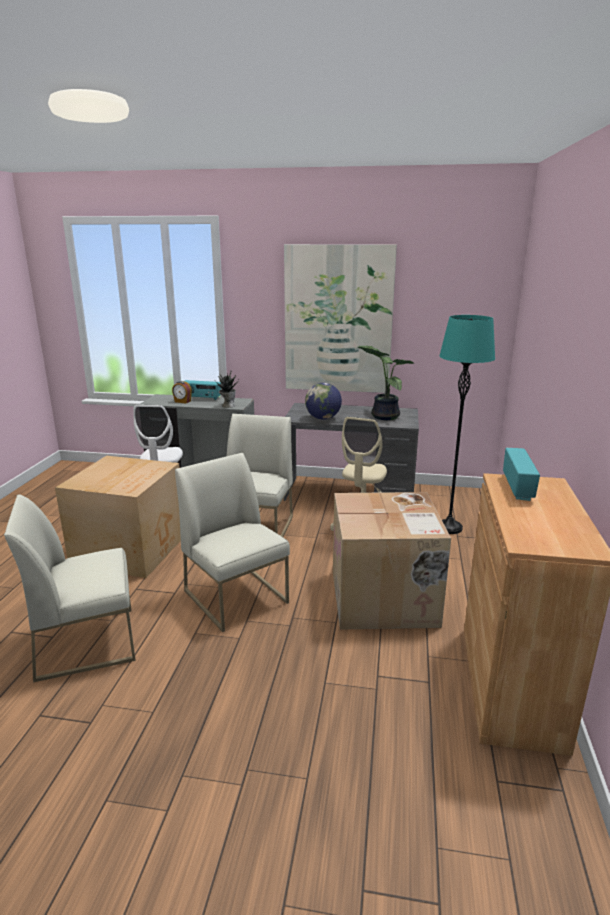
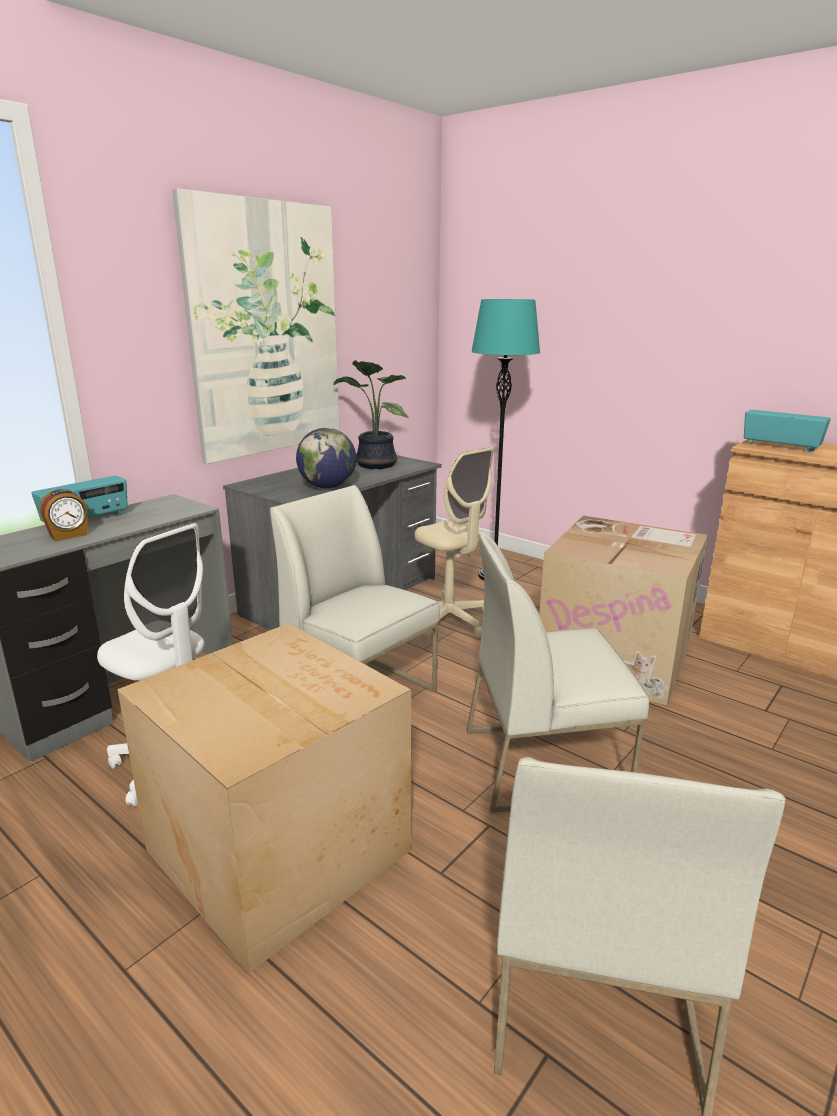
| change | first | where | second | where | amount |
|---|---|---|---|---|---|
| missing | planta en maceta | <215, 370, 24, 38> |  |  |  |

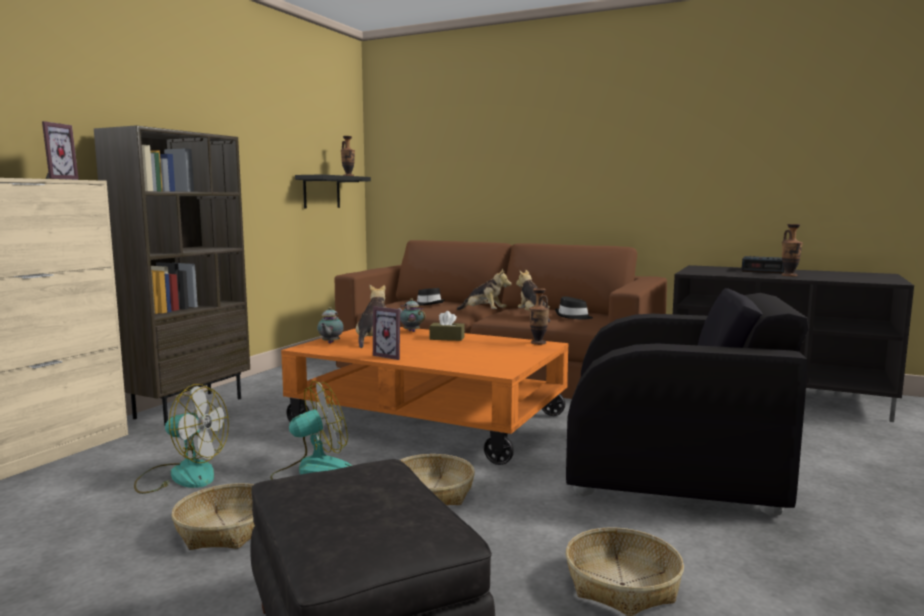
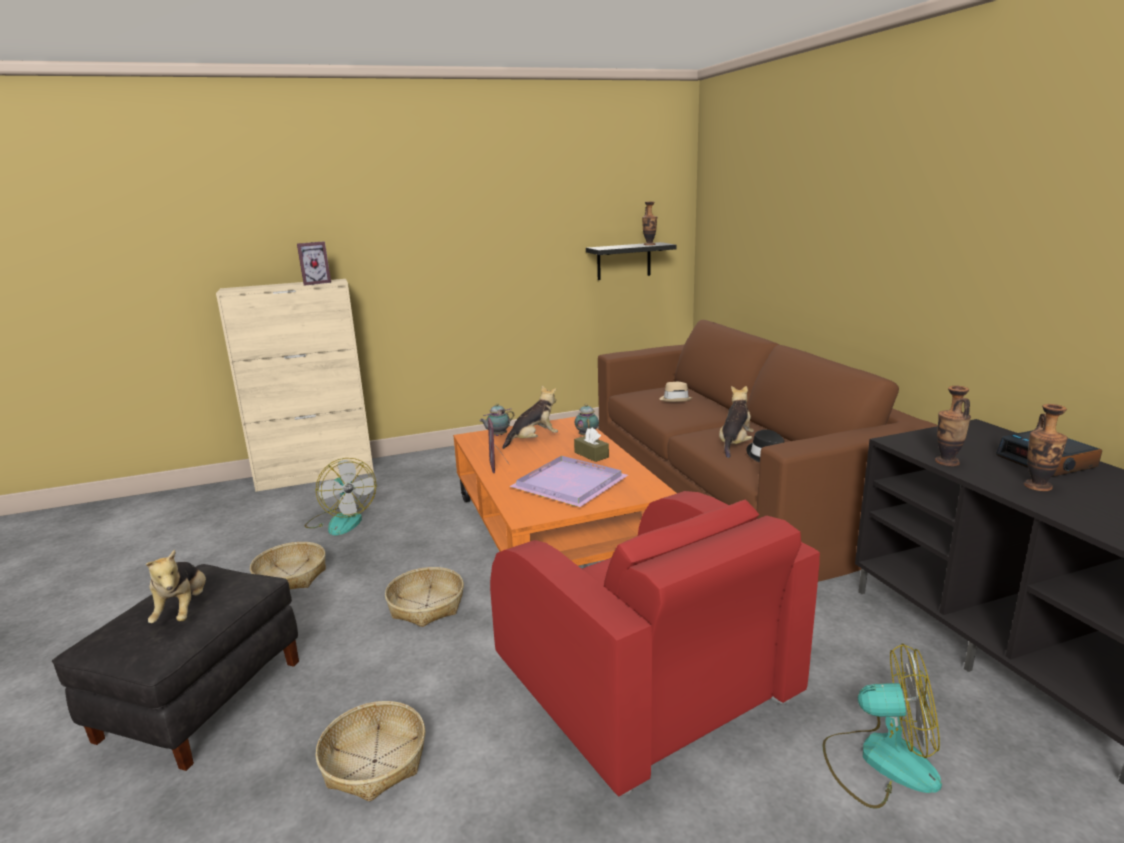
| change | first | where | second | where | amount |
|---|---|---|---|---|---|
| missing | estantería/marrón | <94, 126, 156, 300> |  |  |  |
| appeared |  |  | bandeja/morado | <509, 456, 119, 51> |  |
| relocated | ventilador | <270, 381, 82, 99> |  | <822, 643, 120, 166> |  |
| relocated | peluche | <457, 268, 54, 42> |  | <146, 550, 60, 73> |  |
| relocated | florero | <529, 288, 20, 57> |  | <935, 386, 36, 80> |  |
| colour | sombrero/negro | <417, 288, 27, 18> | sombrero/beis | <660, 382, 32, 20> |  |
| colour | sillón/negro | <566, 288, 243, 229> | sillón/rojo | <490, 491, 330, 306> |  |

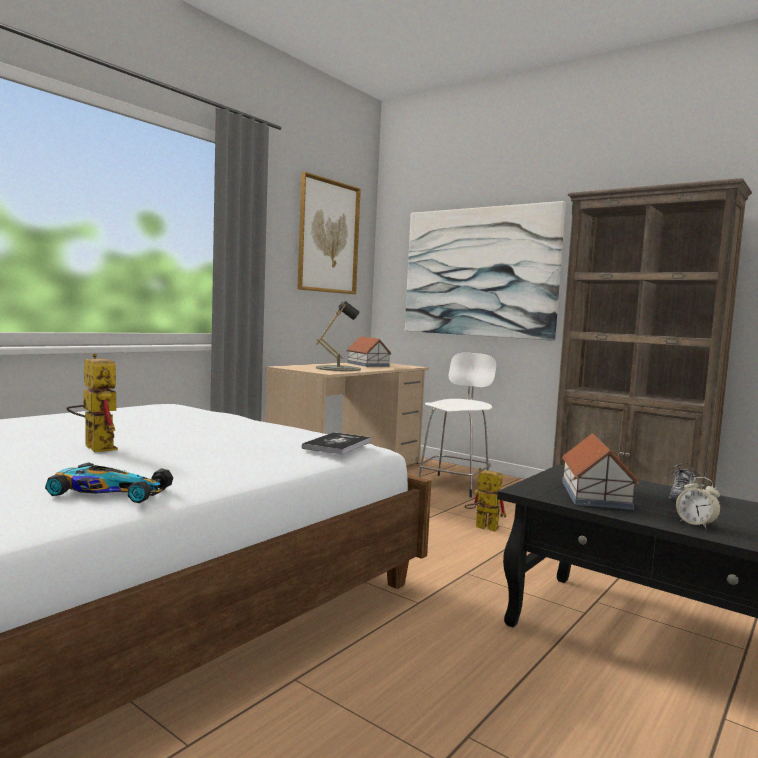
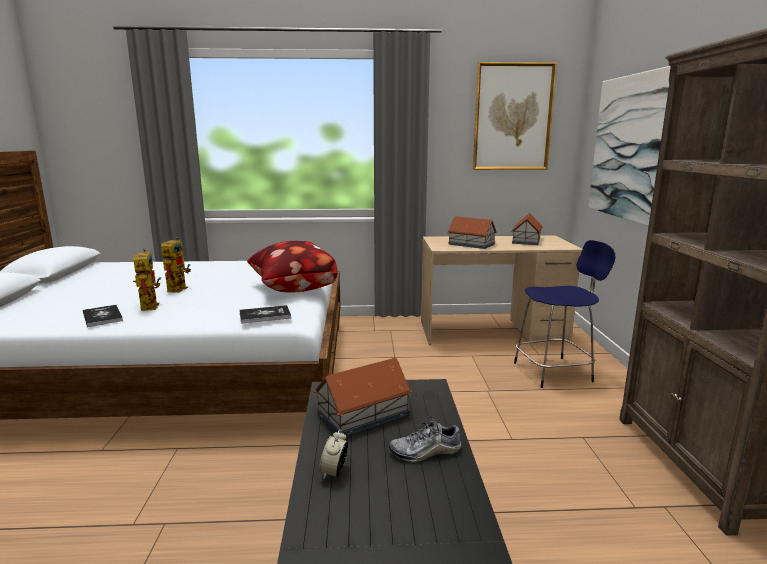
| change | first | where | second | where | amount |
|---|---|---|---|---|---|
| appeared |  |  | cojín | <247, 241, 91, 52> |  |
| relocated | robot de juguete | <465, 468, 41, 64> |  | <133, 249, 28, 62> |  |
| exchanged | coche de juguete | <45, 462, 128, 41> | libro | <83, 305, 40, 22> |  |
| exchanged | lámpara de mesa/gris | <316, 301, 45, 70> | casita | <448, 216, 49, 33> |  |
| colour | taburete/blanco | <419, 353, 77, 145> | taburete/azul | <514, 240, 101, 148> |  |

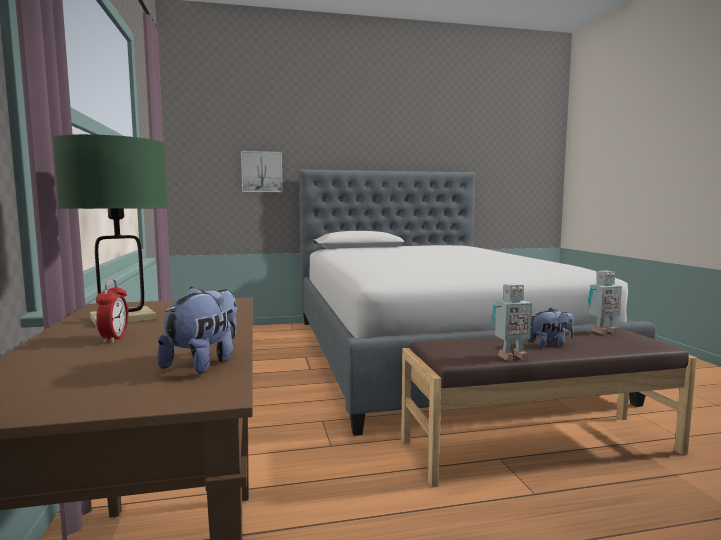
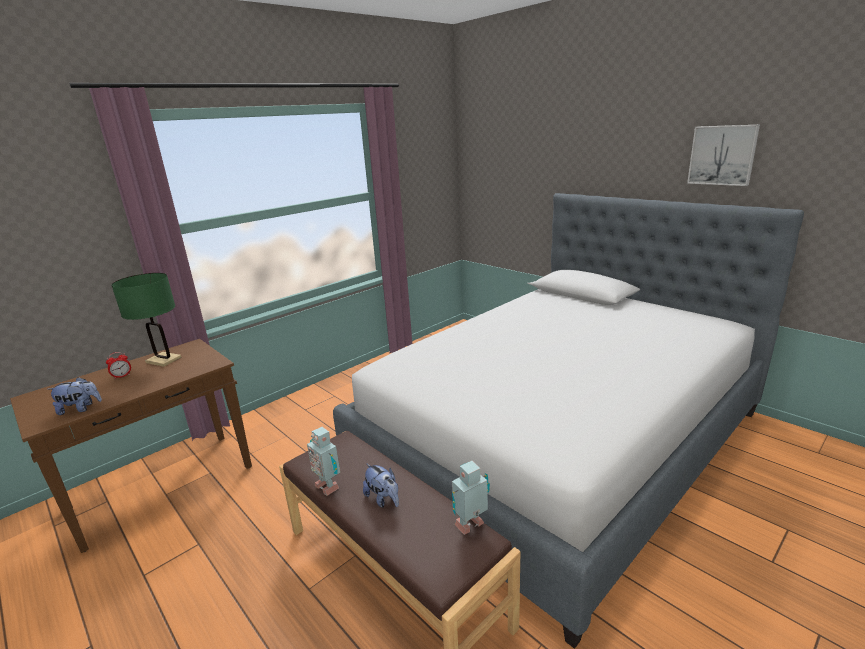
| change | first | where | second | where | amount |
|---|---|---|---|---|---|
| relocated | cuadro | <241, 151, 42, 41> |  | <687, 125, 73, 61> |  |
| spun | robot de juguete | <588, 271, 34, 63> |  | <452, 461, 38, 74> | 105 degrees clockwise |

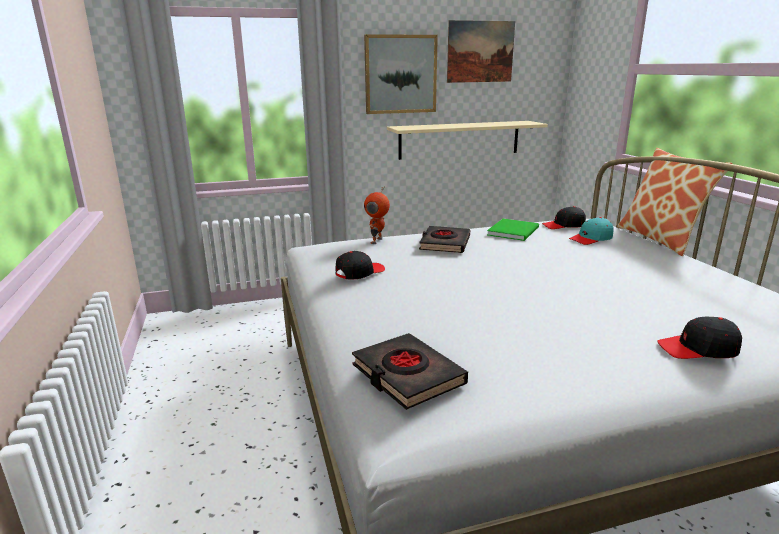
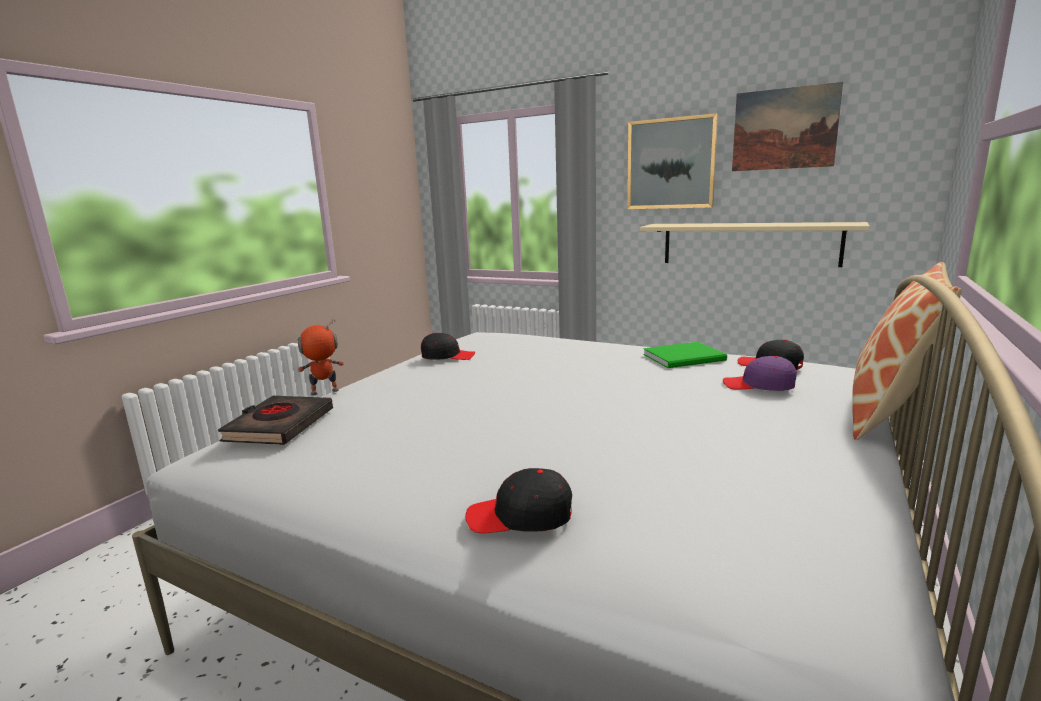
| change | first | where | second | where | amount |
|---|---|---|---|---|---|
| missing | libro/negro | <419, 226, 51, 27> |  |  |  |
| relocated | robot de juguete | <364, 186, 26, 58> |  | <298, 319, 46, 77> |  |
| colour | gorra/turquesa | <569, 217, 45, 28> | gorra/morado | <723, 356, 74, 35> |  |
| spun | gorra/negro | <658, 317, 84, 42> |  | <466, 468, 106, 65> | 45 degrees counterclockwise |

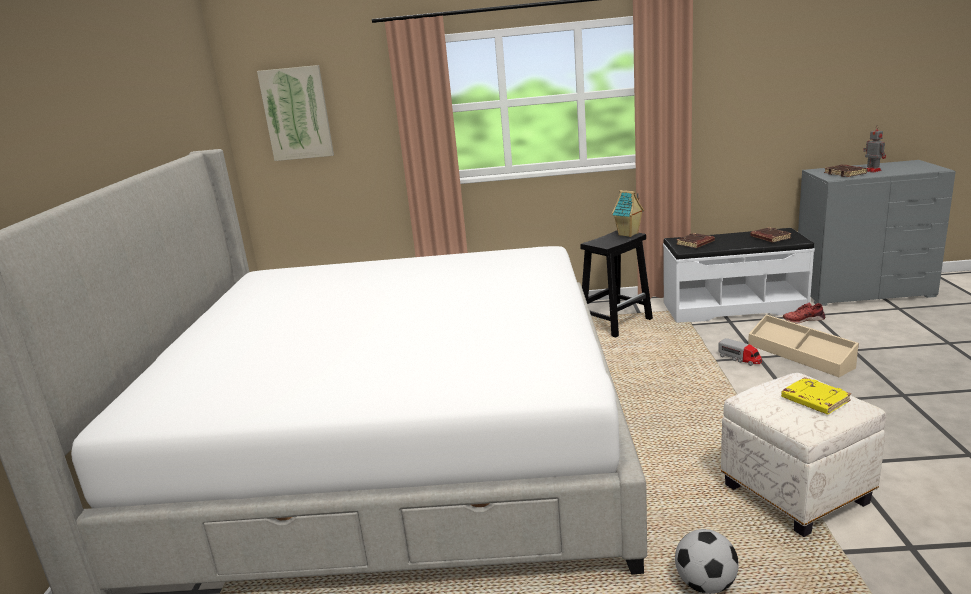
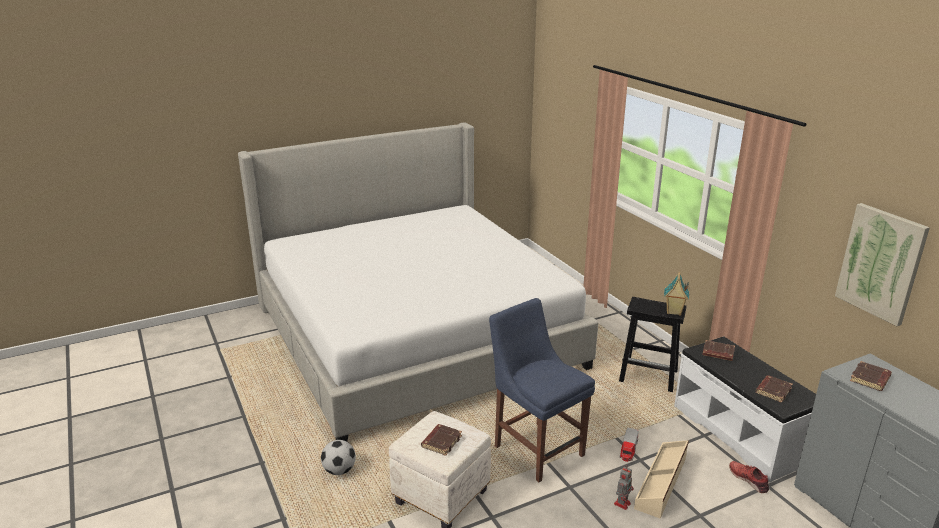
| change | first | where | second | where | amount |
|---|---|---|---|---|---|
| appeared |  |  | silla/azul | <489, 298, 106, 184> |  |
| relocated | cuadro | <257, 65, 77, 96> |  | <835, 203, 95, 123> |  |
| relocated | robot de juguete | <863, 125, 23, 48> |  | <614, 466, 20, 44> |  |
| colour | libro/amarillo | <781, 377, 70, 37> | libro/marrón | <421, 424, 41, 32> |  |

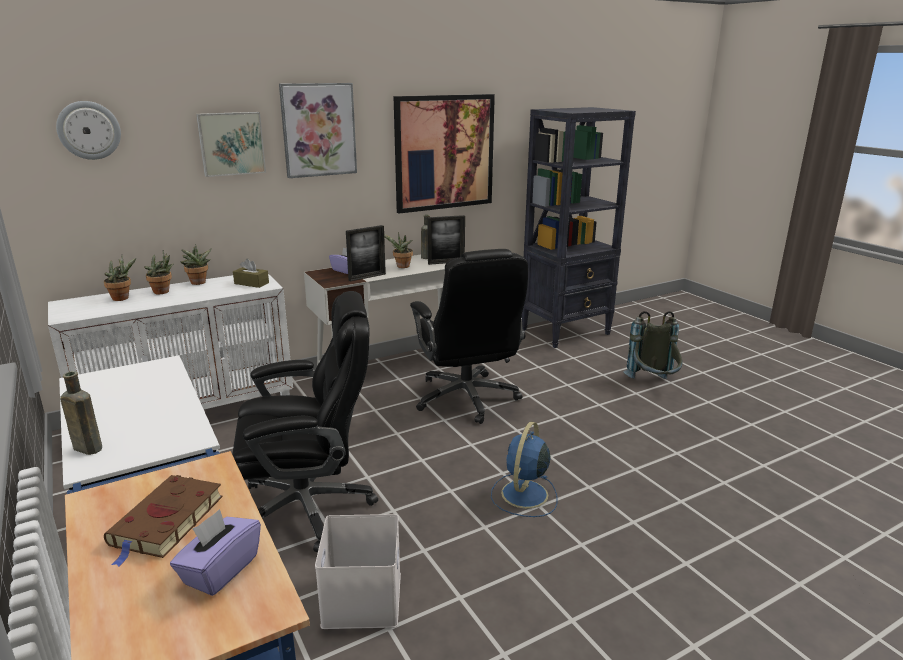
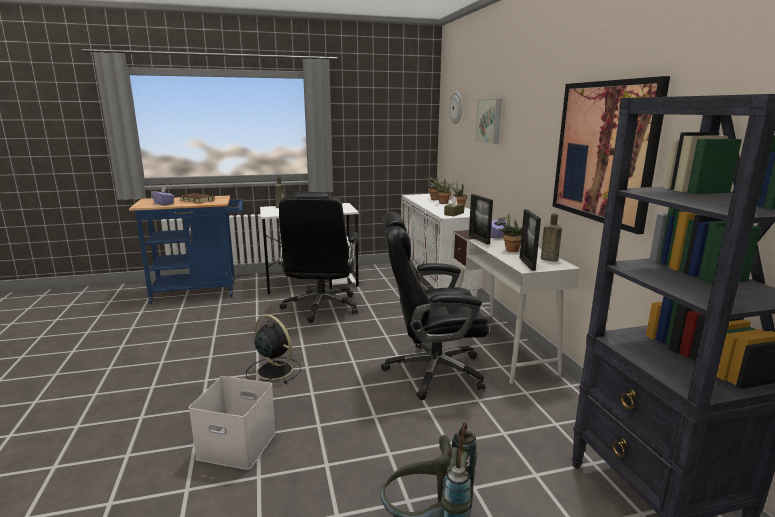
| change | first | where | second | where | amount |
|---|---|---|---|---|---|
| missing | cuadro | <279, 83, 78, 95> |  |  |  |
| relocated | caja de almacenaje/blanco | <315, 514, 86, 115> |  | <189, 376, 87, 94> |  |
| colour | ventilador/azul | <491, 422, 66, 95> | ventilador/negro | <246, 314, 55, 70> |  |

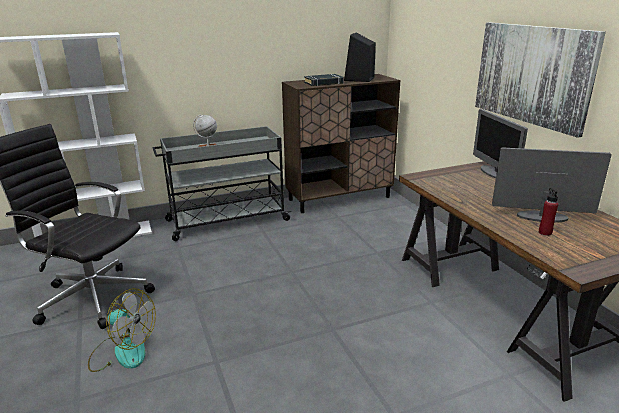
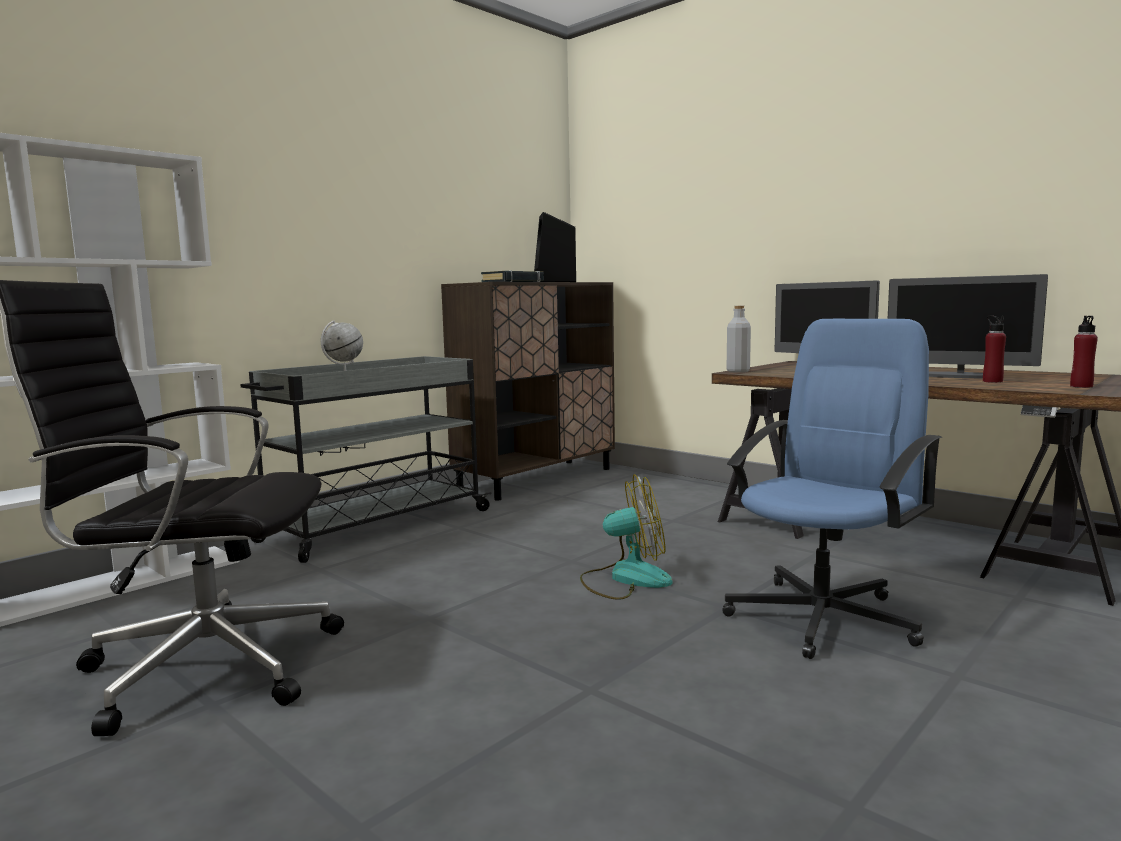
| change | first | where | second | where | amount |
|---|---|---|---|---|---|
| missing | cuadro | <475, 22, 131, 116> |  |  |  |
| appeared |  |  | silla de oficina/azul | <722, 319, 220, 340> |  |
| appeared |  |  | botella/gris | <727, 306, 24, 67> |  |
| appeared |  |  | botella/rojo | <1070, 316, 28, 72> |  |
| relocated | ventilador | <88, 289, 68, 83> |  | <580, 474, 92, 126> |  |
| spun | monitor | <492, 147, 120, 76> |  | <888, 274, 160, 104> | 135 degrees counterclockwise |

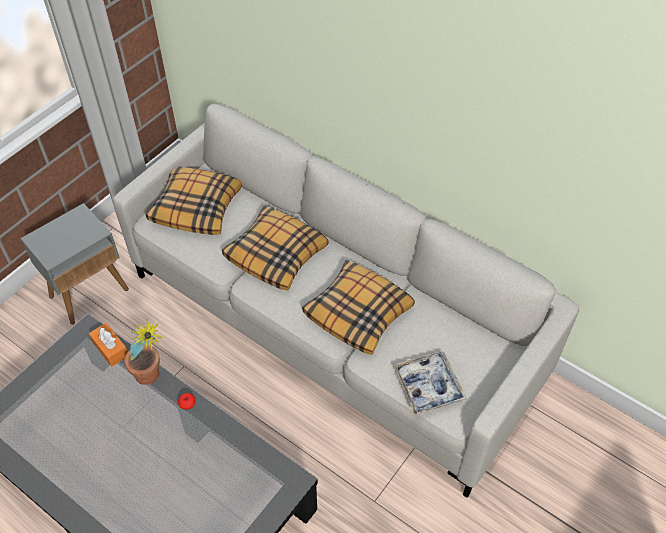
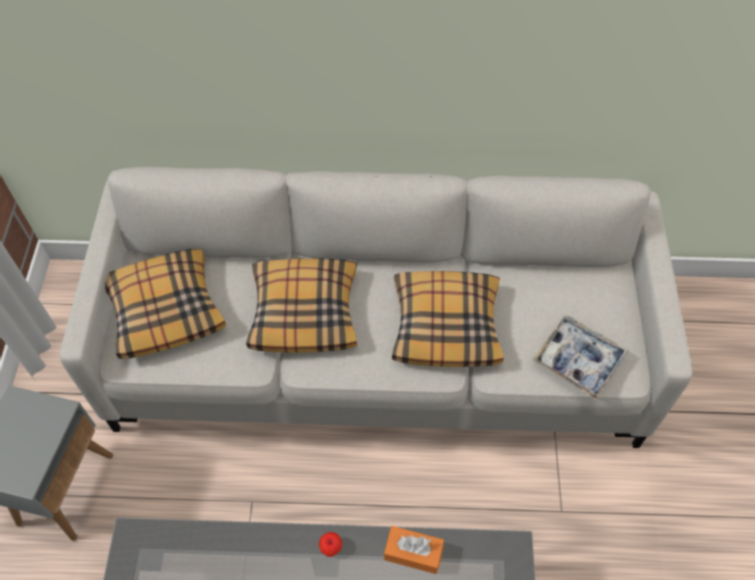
| change | first | where | second | where | amount |
|---|---|---|---|---|---|
| missing | planta en maceta | <124, 318, 40, 67> |  |  |  |
| relocated | caja de pañuelos/naranja | <89, 323, 39, 44> |  | <384, 526, 60, 48> |  |

